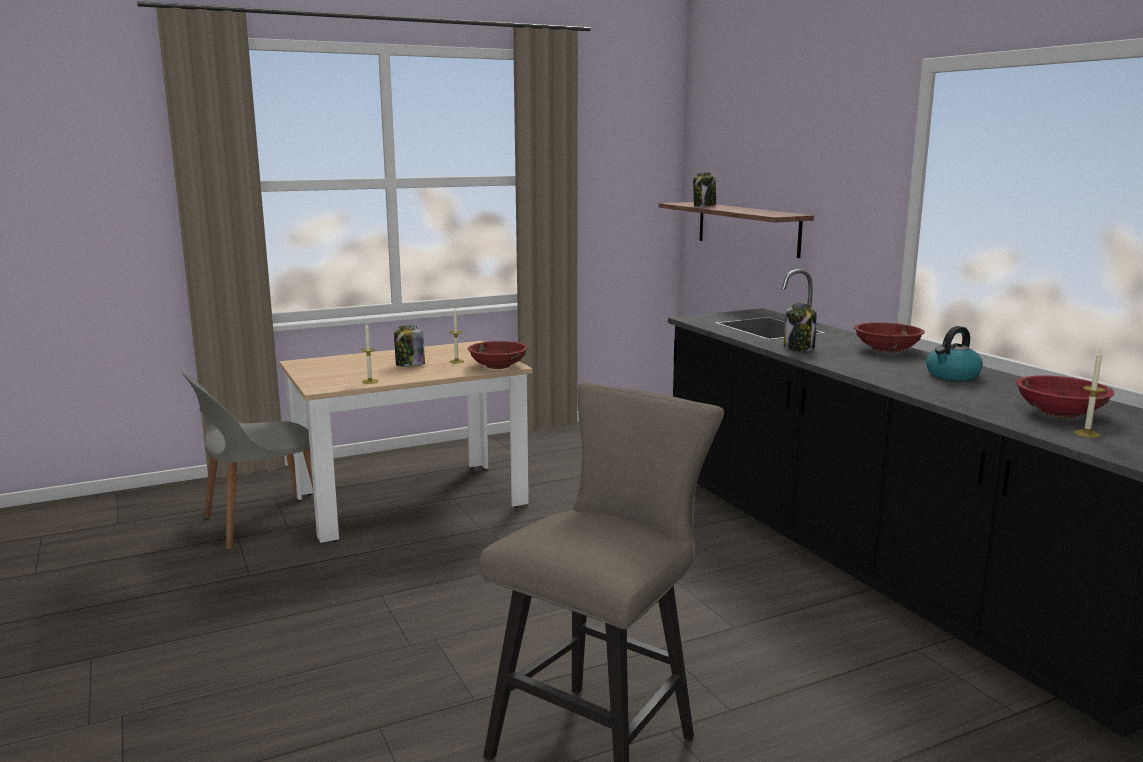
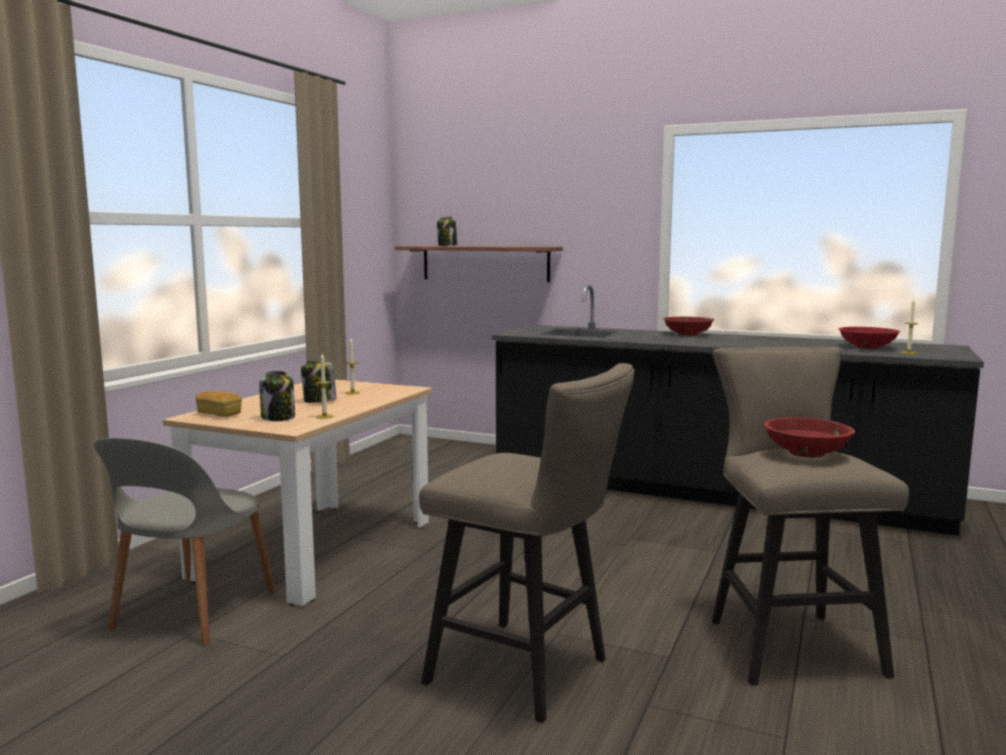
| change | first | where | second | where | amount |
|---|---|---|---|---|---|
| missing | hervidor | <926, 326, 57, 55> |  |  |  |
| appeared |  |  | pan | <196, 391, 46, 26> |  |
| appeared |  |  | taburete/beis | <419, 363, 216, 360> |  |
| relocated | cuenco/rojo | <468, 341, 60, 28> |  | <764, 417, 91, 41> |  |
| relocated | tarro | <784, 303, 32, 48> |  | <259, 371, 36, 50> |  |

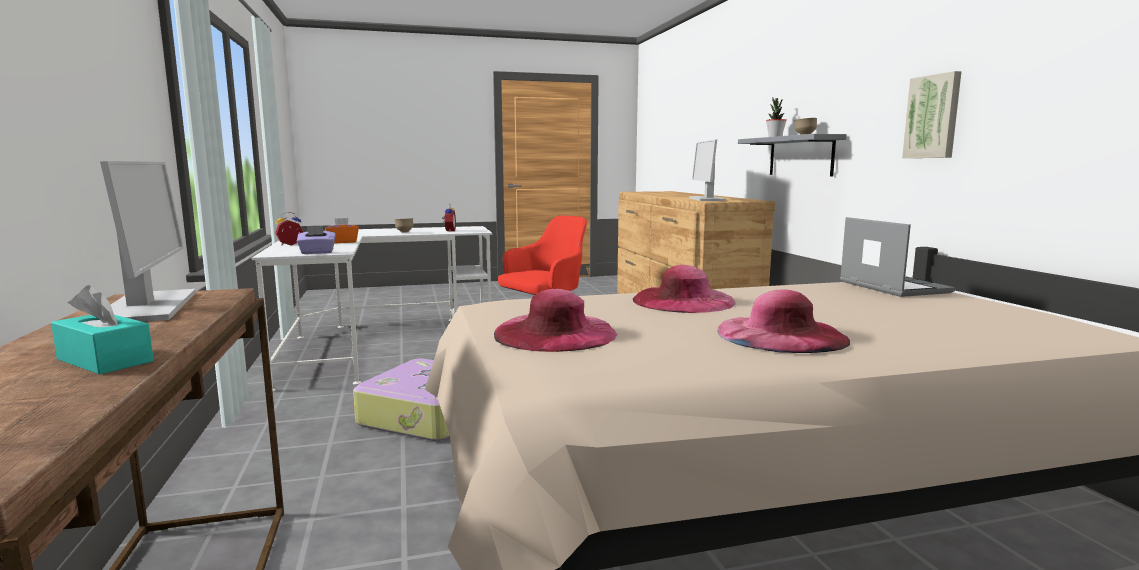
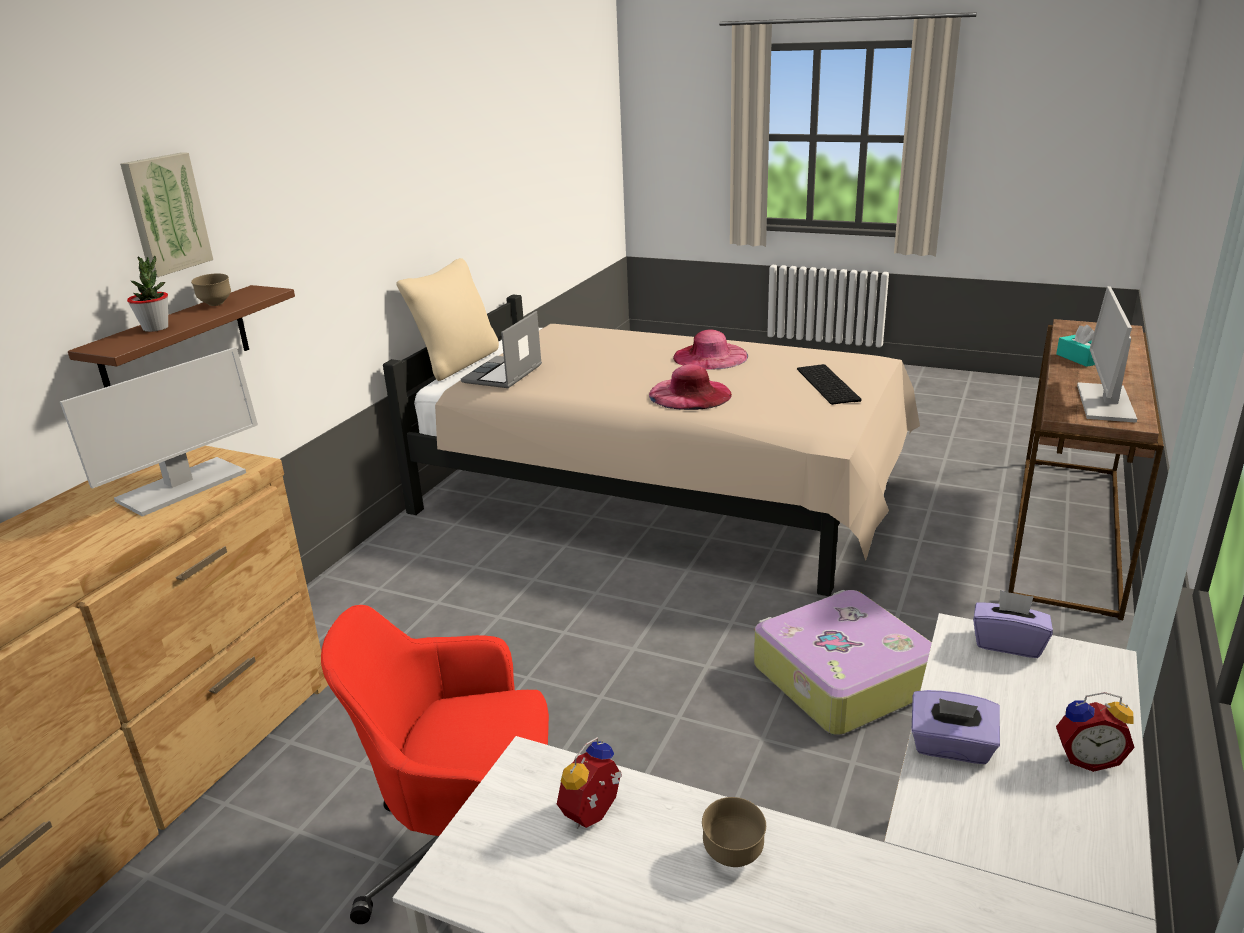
| change | first | where | second | where | amount |
|---|---|---|---|---|---|
| appeared |  |  | cojín/beis | <396, 258, 103, 123> |  |
| relocated | cuadro | <902, 71, 60, 87> |  | <120, 152, 93, 125> |  |
| exchanged | sombrero/rosa | <494, 289, 124, 63> | teclado | <797, 364, 64, 41> |  |
| colour | caja de pañuelos/naranja | <325, 218, 34, 26> | caja de pañuelos/morado | <911, 690, 89, 74> |  |
| colour | estante/gris | <738, 134, 109, 42> | estante/marrón | <68, 285, 227, 103> |  |

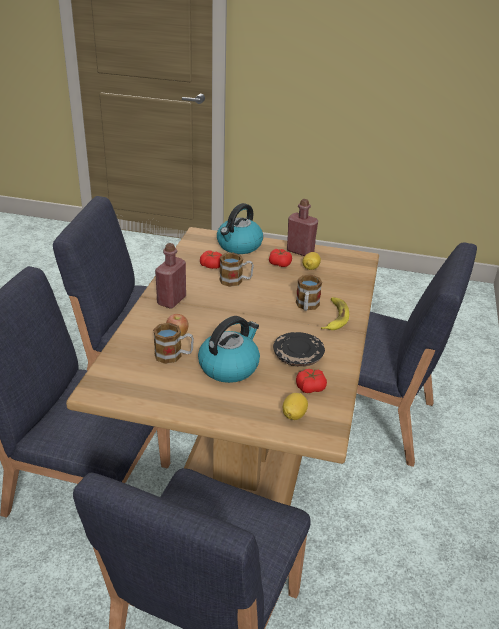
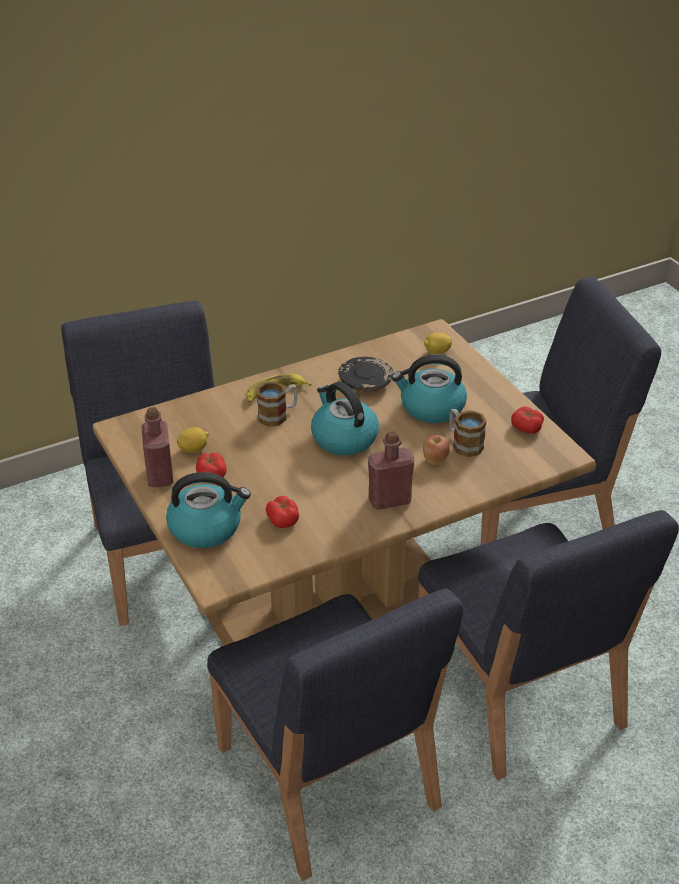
| change | first | where | second | where | amount |
|---|---|---|---|---|---|
| missing | taza grande | <219, 253, 35, 34> |  |  |  |
| appeared |  |  | hervidor | <311, 382, 68, 73> |  |
| relocated | tomate | <296, 369, 31, 24> |  | <511, 406, 33, 28> |  |

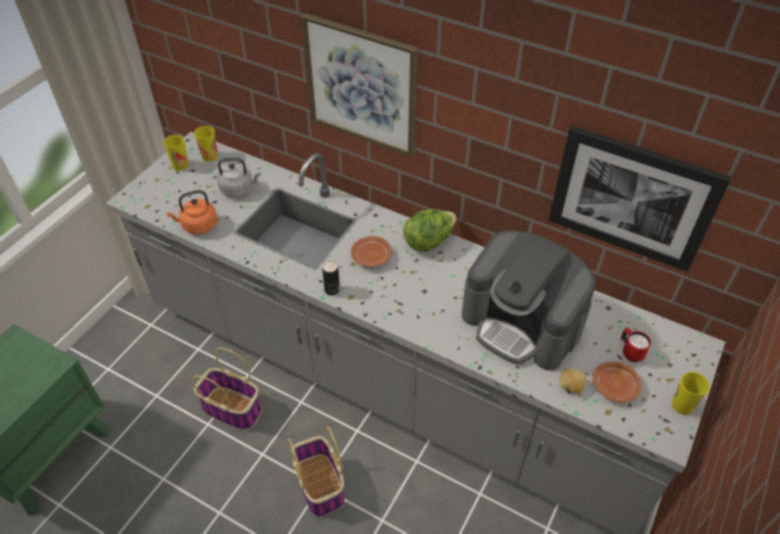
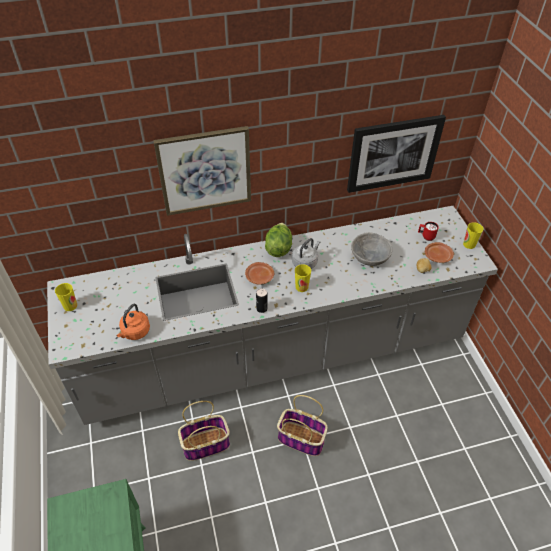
| change | first | where | second | where | amount |
|---|---|---|---|---|---|
| relocated | taza | <194, 126, 24, 36> |  | <295, 264, 16, 28> |  |
| relocated | hervidor/gris | <217, 158, 44, 40> |  | <292, 238, 28, 31> |  |
| exchanged | cafetera | <462, 230, 134, 140> | cuenco/gris | <351, 232, 41, 34> |  |

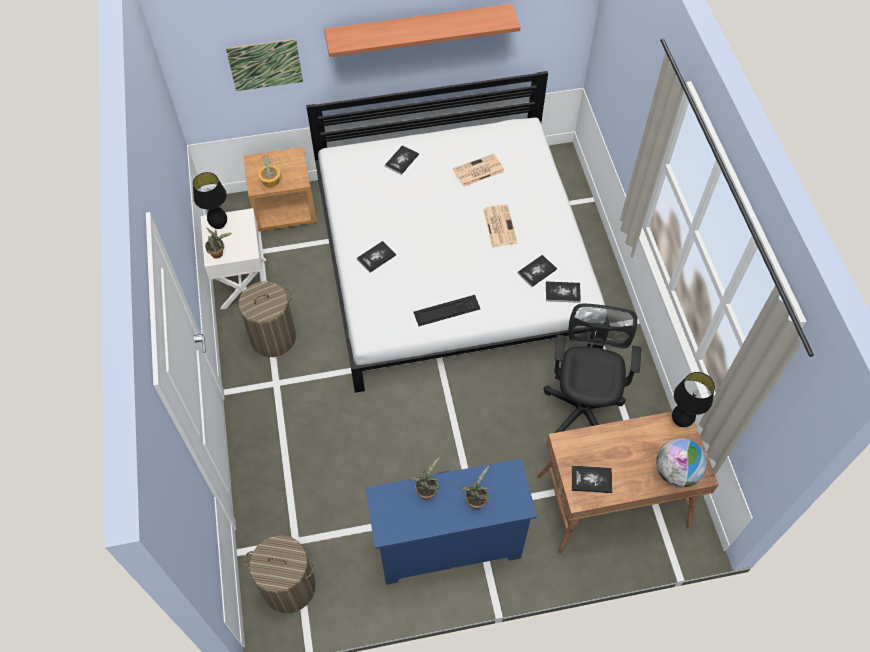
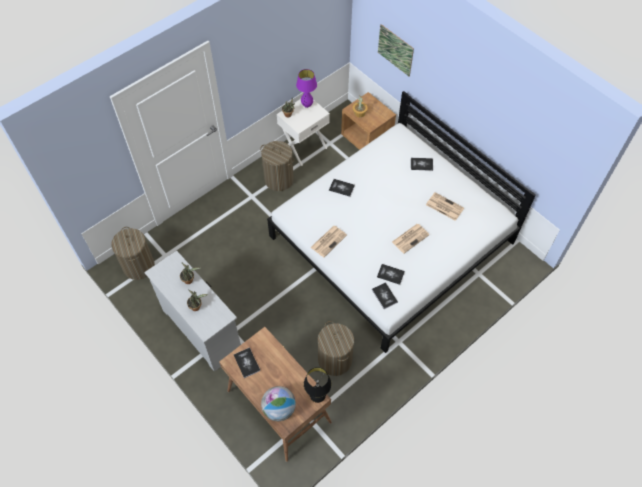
| change | first | where | second | where | amount |
|---|---|---|---|---|---|
| missing | estante | <324, 4, 196, 53> |  |  |  |
| exchanged | teclado | <413, 295, 67, 31> | periódico | <310, 226, 37, 31> |  |
| exchanged | silla de oficina/negro | <544, 304, 97, 129> | cesto de la ropa | <318, 321, 36, 55> |  |
| colour | lámpara de mesa/negro | <193, 172, 34, 57> | lámpara de mesa/morado | <296, 69, 21, 39> |  |
| colour | cómoda/azul | <365, 458, 172, 127> | cómoda/blanco | <144, 250, 97, 122> |  |

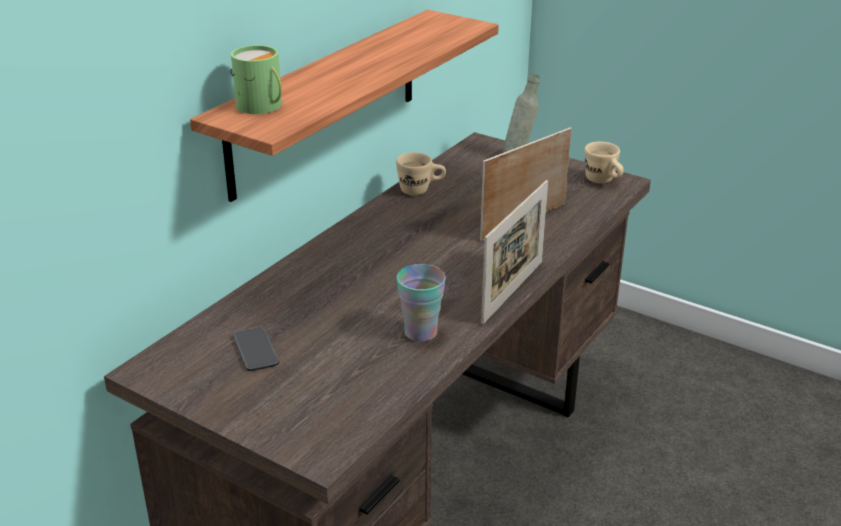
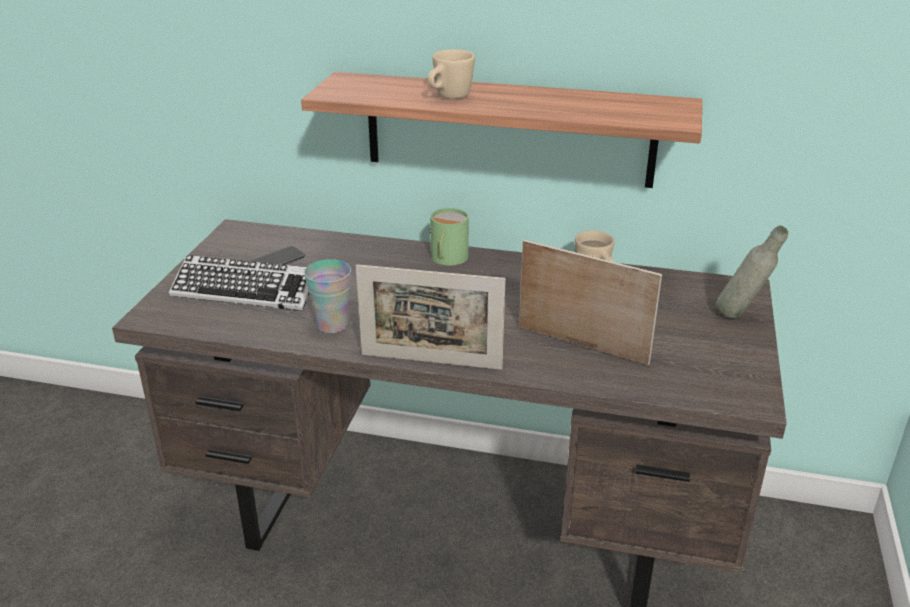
| change | first | where | second | where | amount |
|---|---|---|---|---|---|
| appeared |  |  | teclado | <169, 255, 140, 56> |  |
| relocated | taza grande/verde | <231, 45, 51, 69> |  | <429, 208, 40, 58> |  |
| relocated | taza grande/beis | <584, 142, 40, 42> |  | <428, 49, 47, 50> |  |

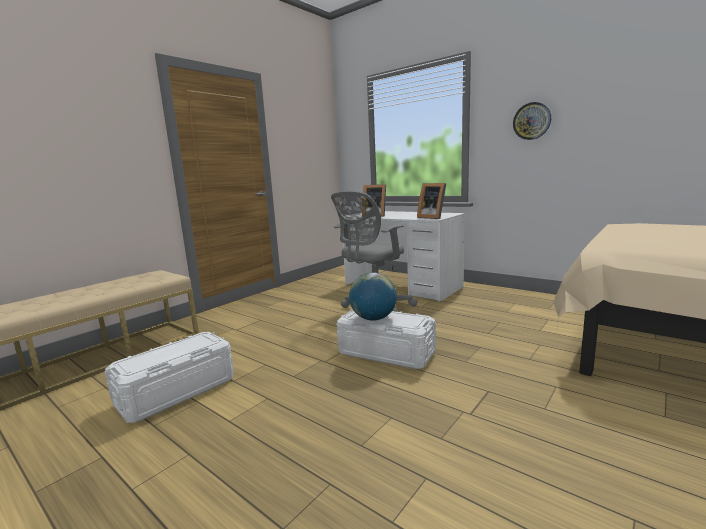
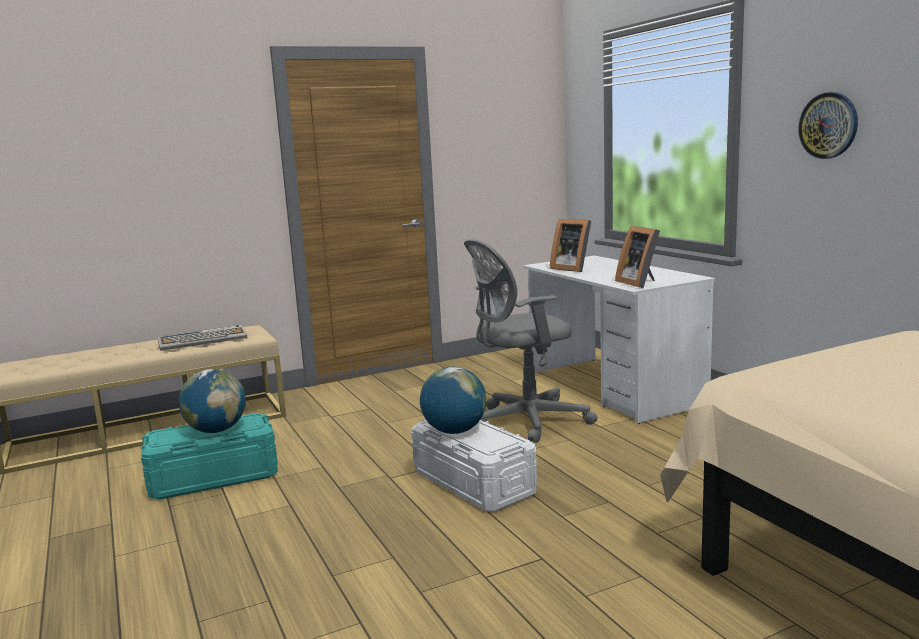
| change | first | where | second | where | amount |
|---|---|---|---|---|---|
| appeared |  |  | teclado | <158, 325, 89, 26> |  |
| appeared |  |  | globo terráqueo | <179, 369, 67, 64> |  |
| colour | caja de almacenaje/blanco | <105, 332, 129, 91> | caja de almacenaje/turquesa | <141, 413, 137, 87> |  |

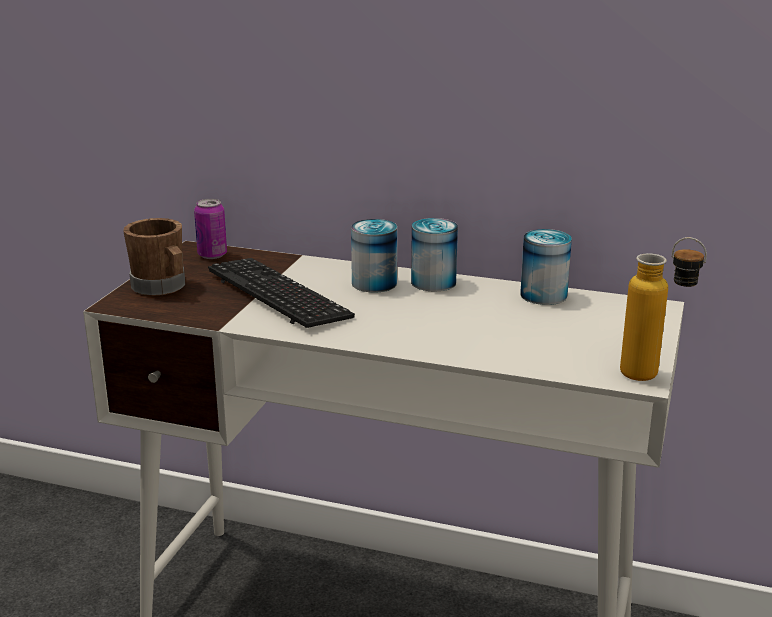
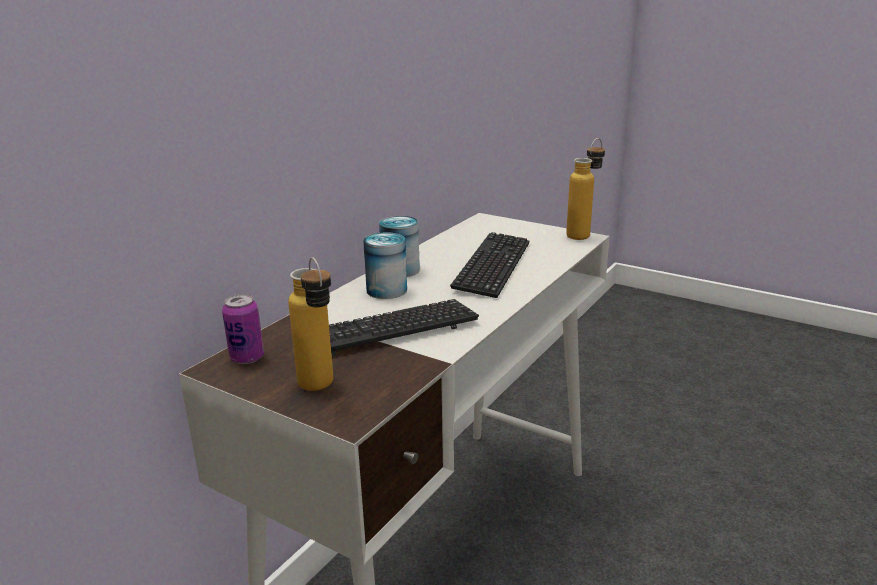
| change | first | where | second | where | amount |
|---|---|---|---|---|---|
| missing | lata | <520, 229, 52, 76> |  |  |  |
| appeared |  |  | teclado | <450, 232, 79, 66> |  |
| exchanged | taza grande/marrón | <123, 218, 62, 78> | botella | <288, 257, 46, 134> |  |

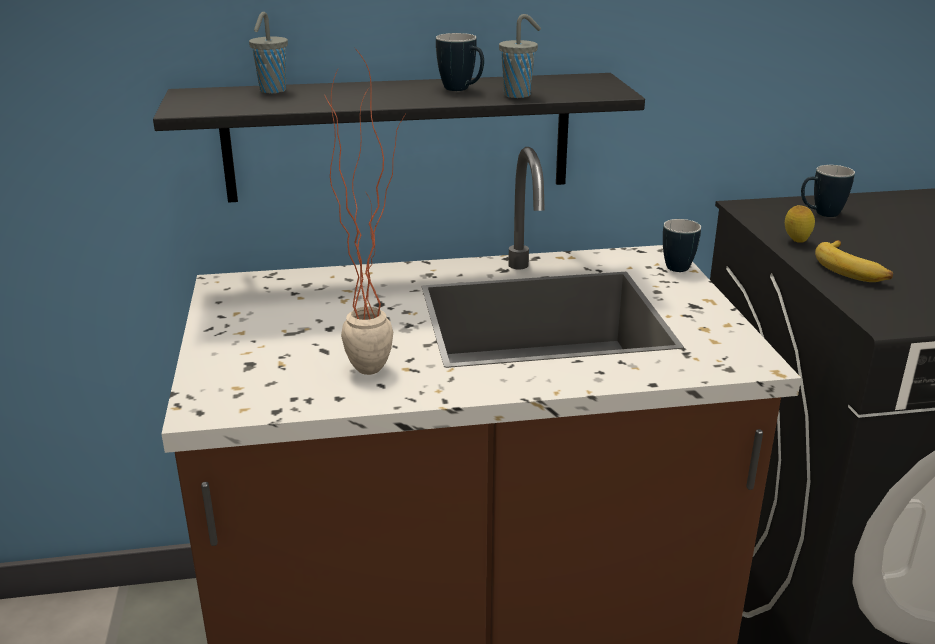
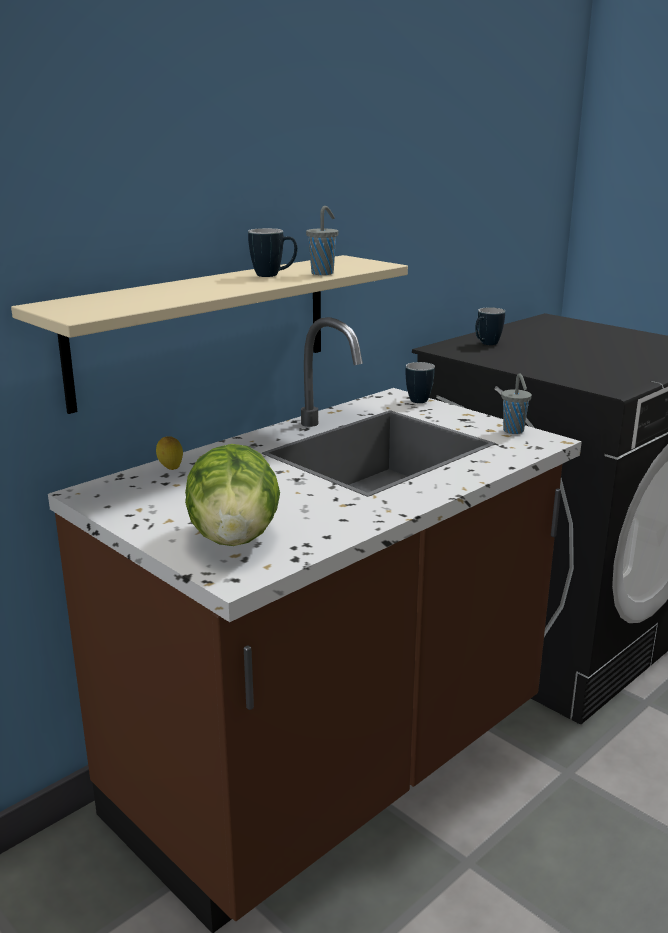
| change | first | where | second | where | amount |
|---|---|---|---|---|---|
| missing | planta en maceta | <325, 46, 80, 329> |  |  |  |
| missing | plátano | <815, 240, 78, 42> |  |  |  |
| appeared |  |  | lechuga | <185, 444, 95, 102> |  |
| relocated | taza/gris | <249, 12, 39, 81> |  | <501, 374, 31, 60> |  |
| relocated | limón | <785, 205, 30, 38> |  | <156, 436, 27, 34> |  |
| colour | estante/negro | <153, 73, 492, 130> | estante/beis | <11, 255, 397, 159> |  |

